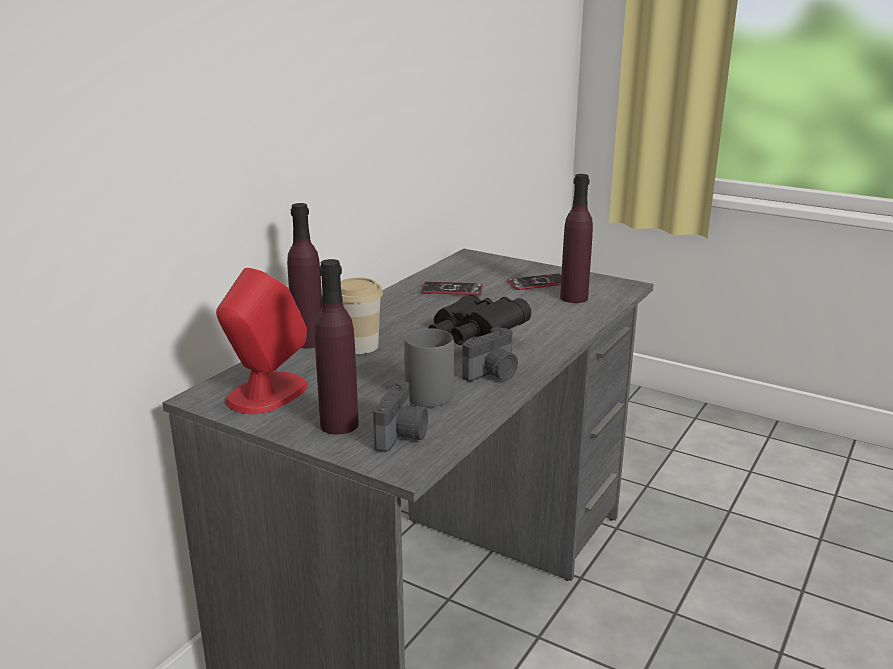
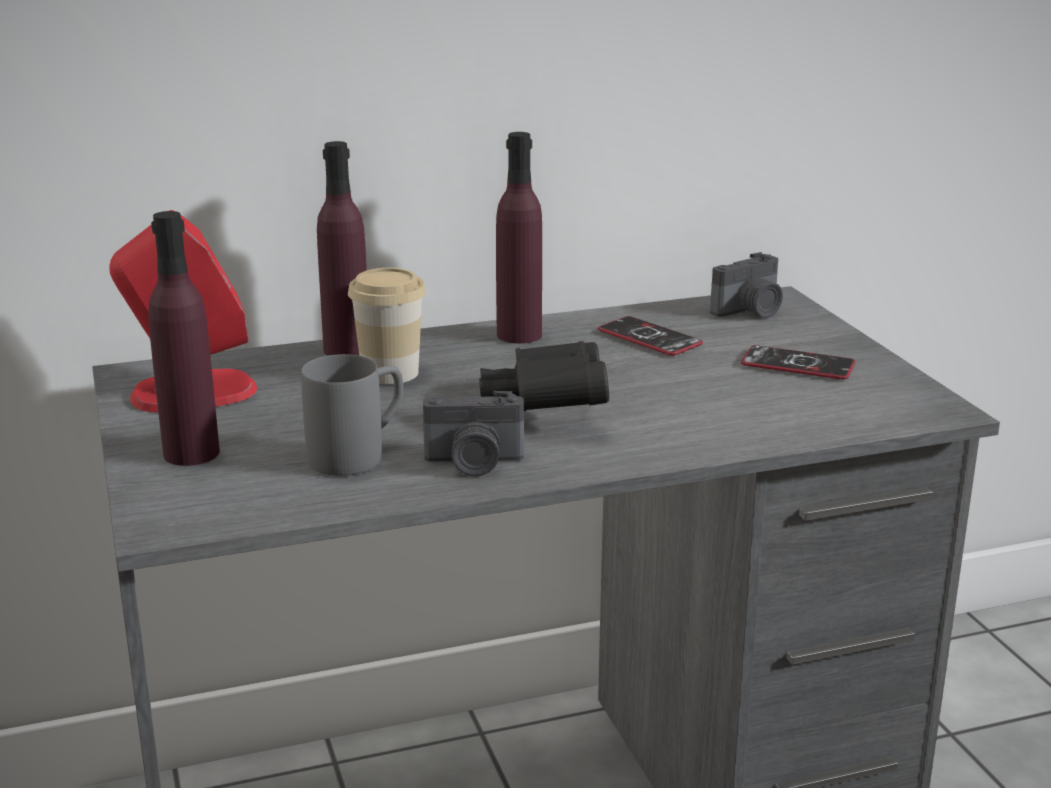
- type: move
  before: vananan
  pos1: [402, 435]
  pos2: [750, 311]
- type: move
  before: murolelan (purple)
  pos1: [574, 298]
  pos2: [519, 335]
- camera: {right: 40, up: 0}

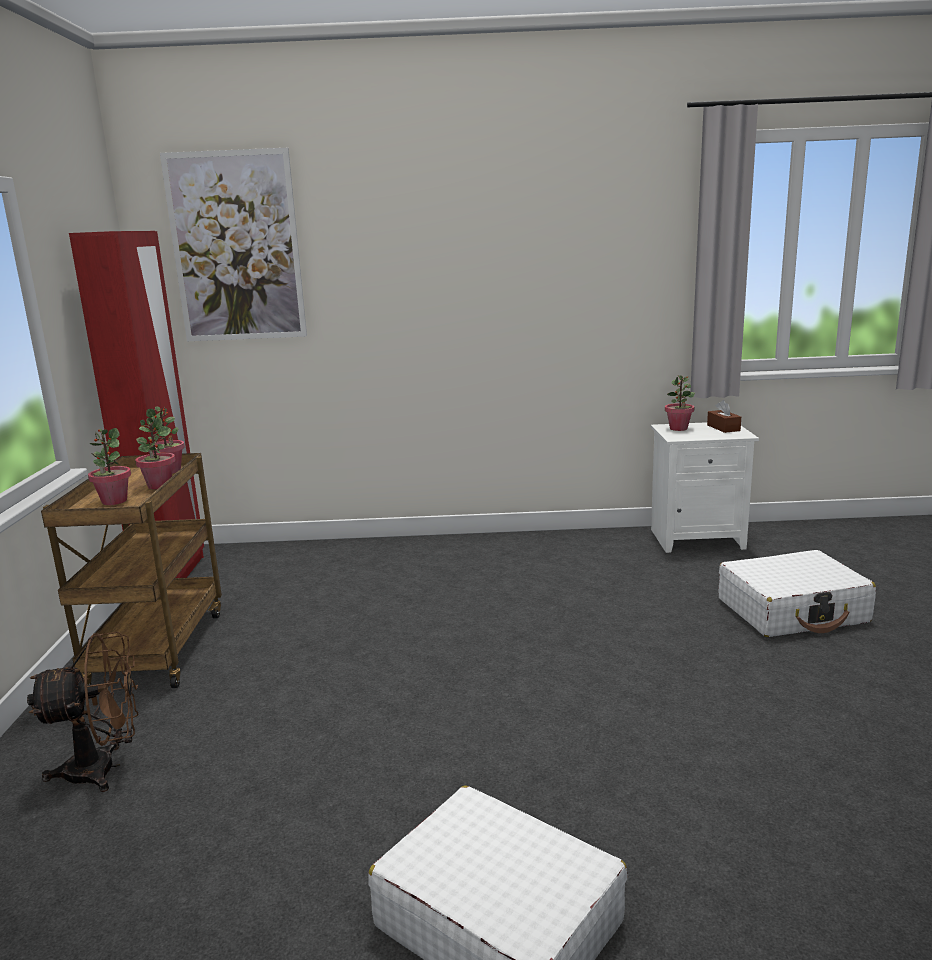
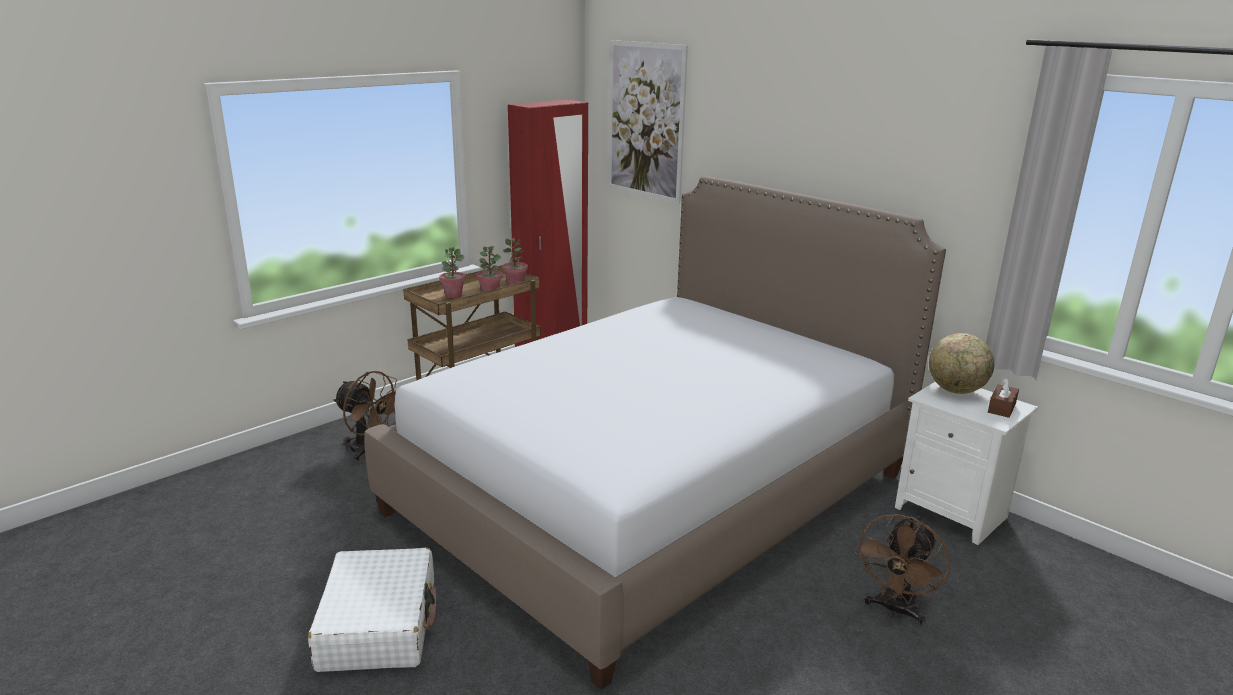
- type: replace
  before: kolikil
  after: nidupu
  pos1: [678, 428]
  pos2: [956, 390]
- type: replace
  before: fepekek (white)
  after: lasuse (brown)
  pos1: [792, 611]
  pos2: [895, 610]
- type: insert
  after: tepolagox
  pos2: [653, 493]
- camera: {right: 45, up: 5}

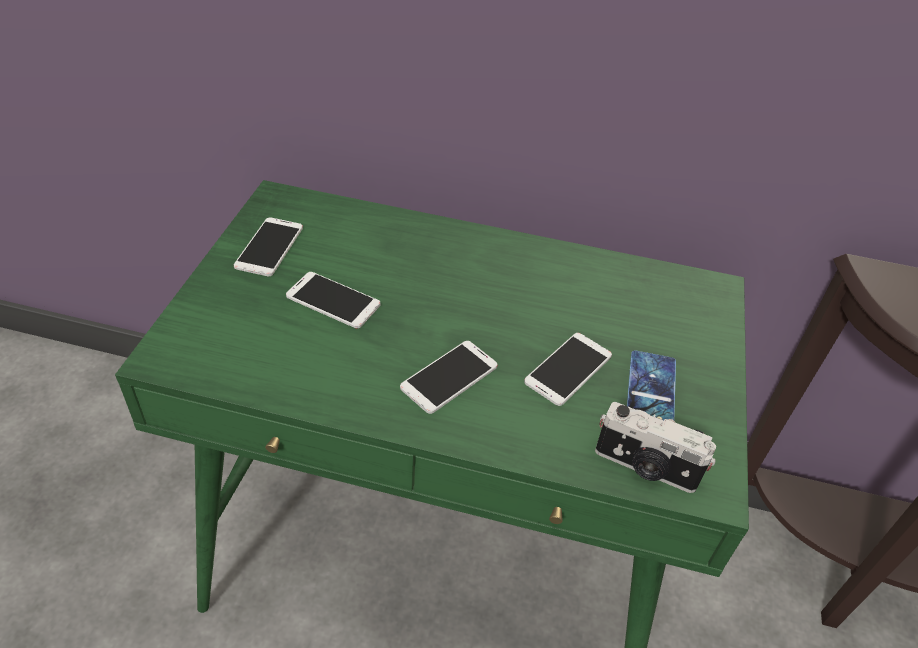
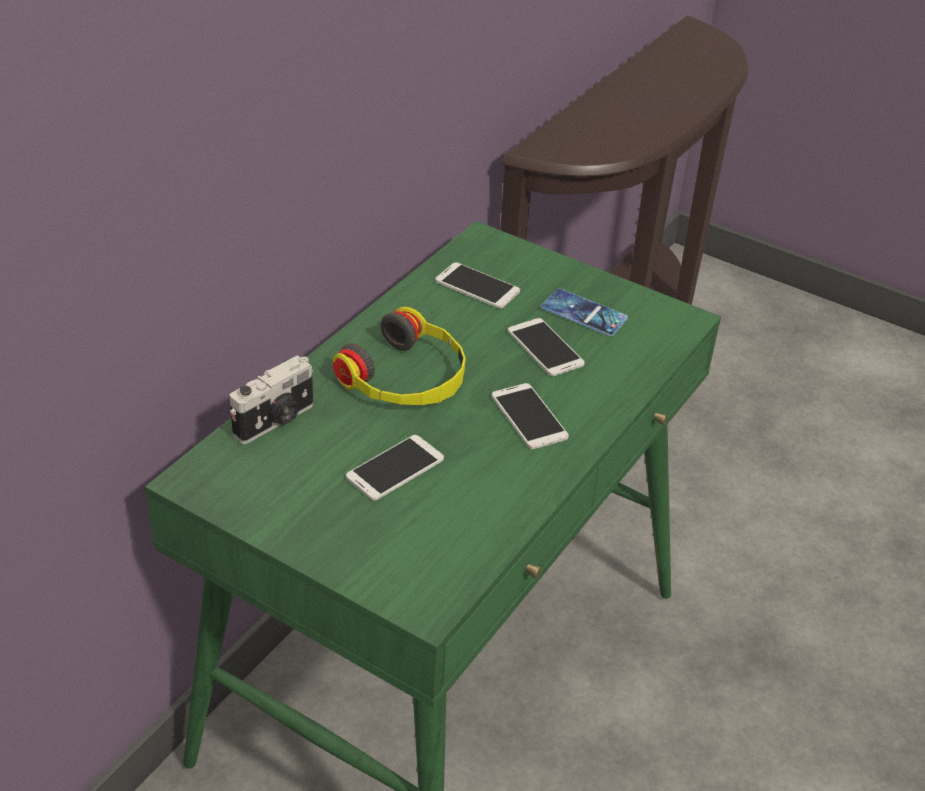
- type: move
  before: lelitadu
  pos1: [269, 247]
  pos2: [477, 286]
- type: move
  before: vananan
  pos1: [645, 468]
  pos2: [276, 421]
- type: insert
  after: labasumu
  pos2: [406, 378]
- camera: {right: -70, up: -5}

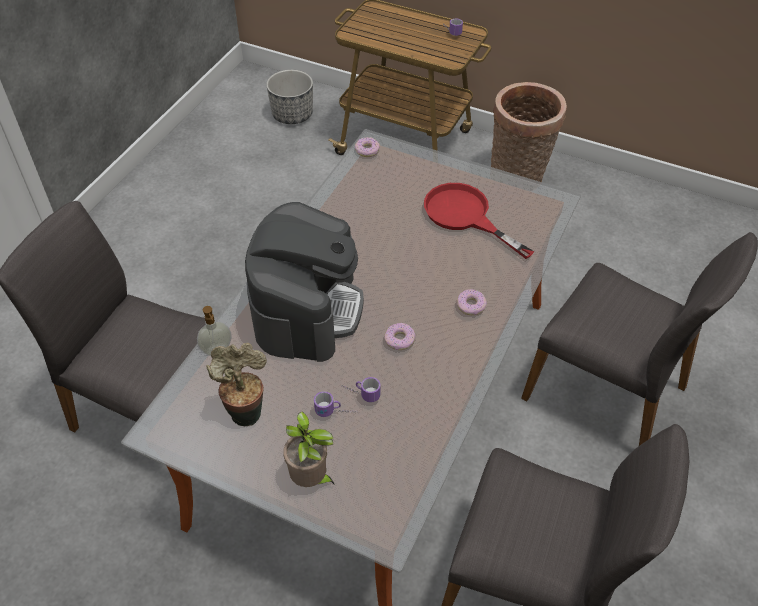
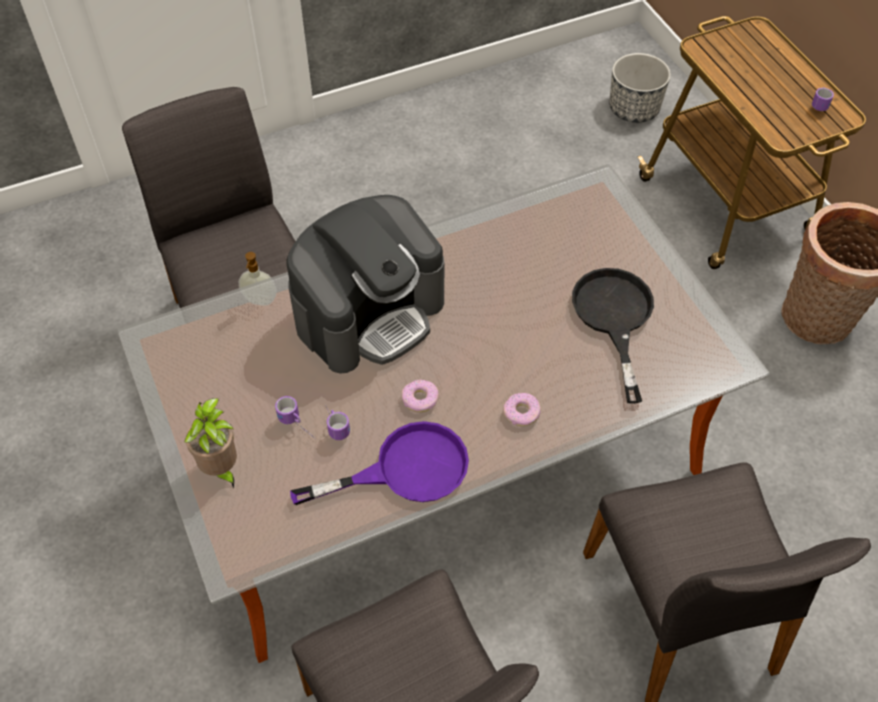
- type: delete
  before: kolikil
  pos1: [245, 410]
- type: delete
  before: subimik
  pos1: [367, 150]
- type: recolor
  before: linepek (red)
  after: linepek (black)
  pos1: [465, 216]
  pos2: [614, 318]
- type: insert
  after: linepek (purple)
  pos2: [405, 470]
- camera: {right: 40, up: 5}

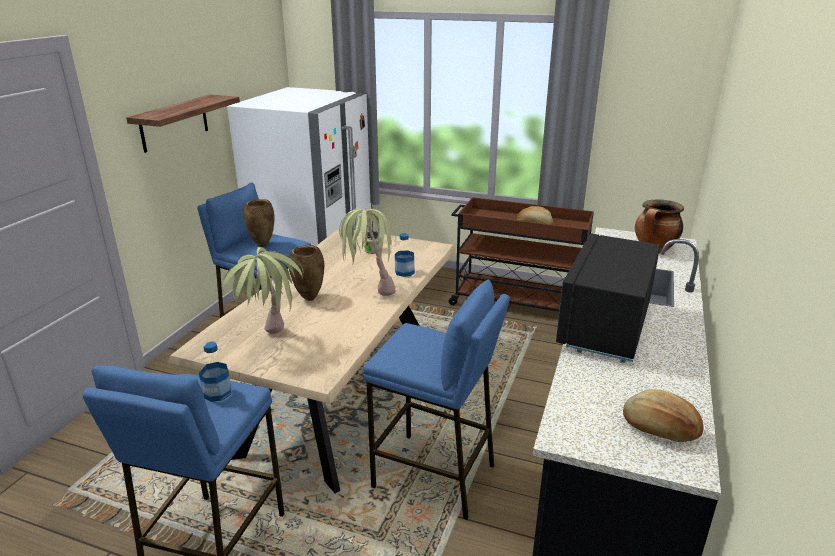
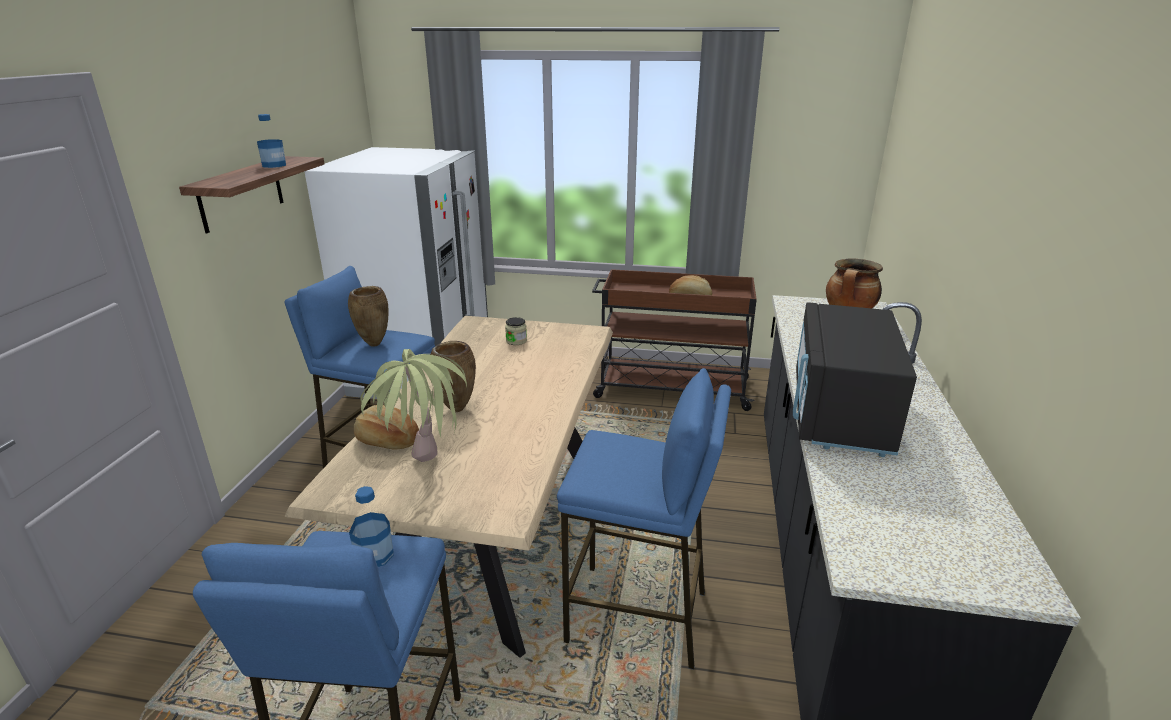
- type: delete
  before: kolikil
  pos1: [368, 290]
- type: move
  before: murolelan
  pos1: [404, 272]
  pos2: [274, 165]
- type: move
  before: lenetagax
  pos1: [659, 429]
  pos2: [387, 441]
- camera: {right: -10, up: 0}

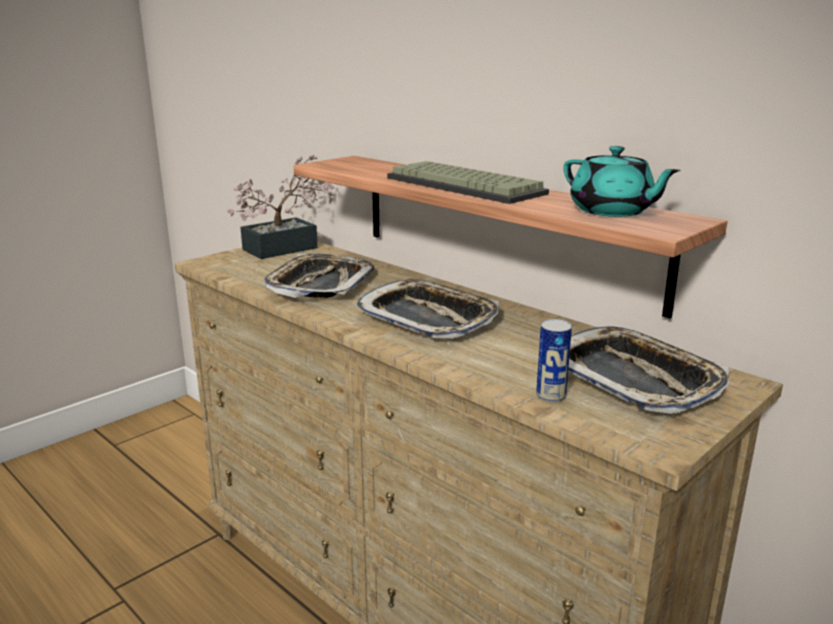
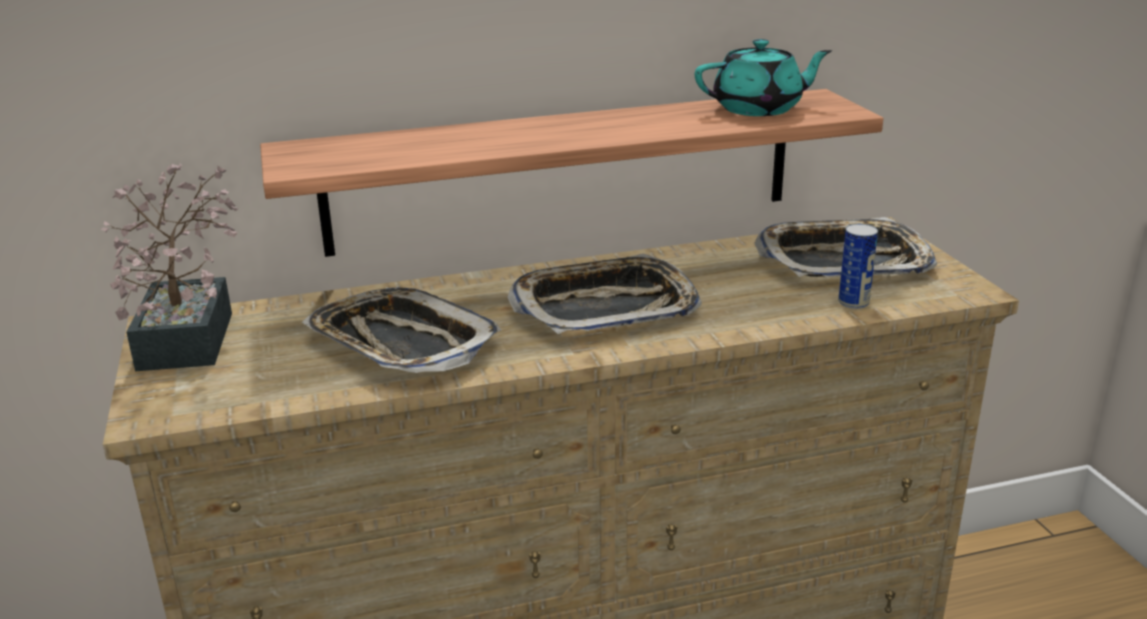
- type: delete
  before: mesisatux
  pos1: [467, 185]
- camera: {right: -60, up: 5}

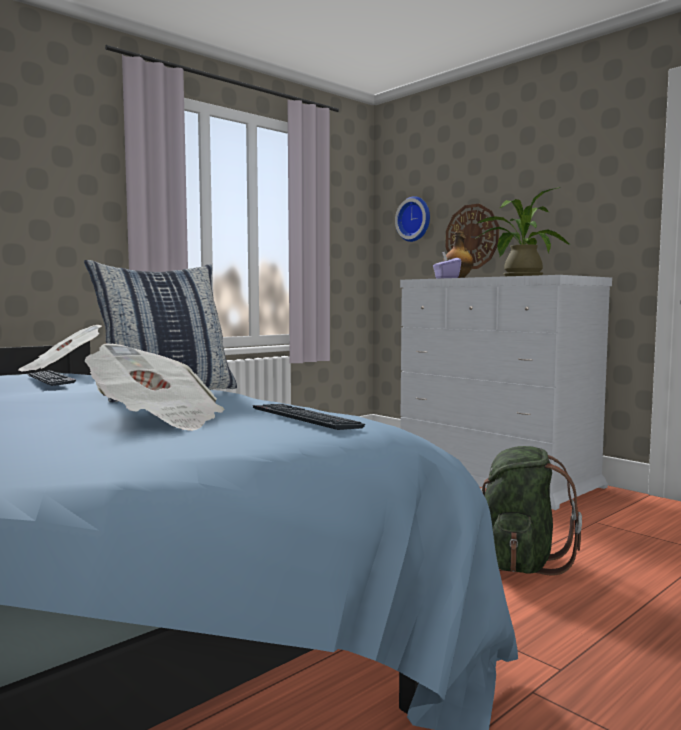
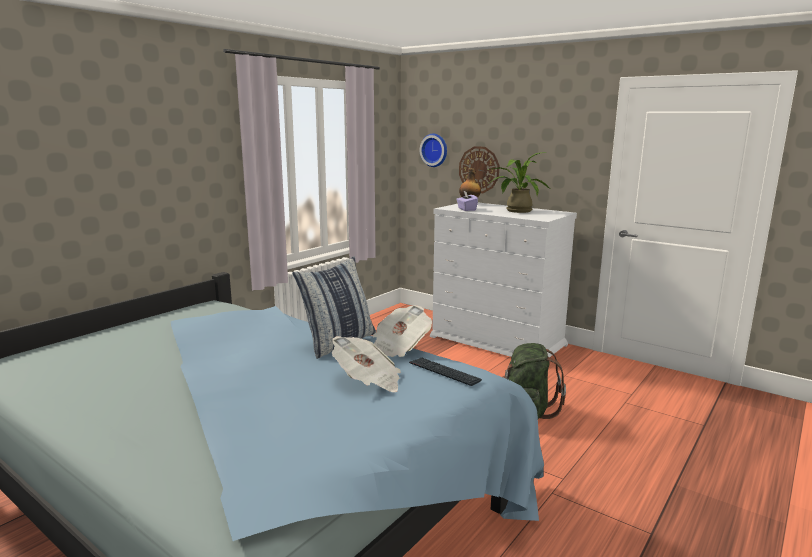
- type: move
  before: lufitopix
  pos1: [61, 369]
  pos2: [398, 348]
- type: delete
  before: mesisatux
  pos1: [50, 380]
- camera: {right: -10, up: 10}

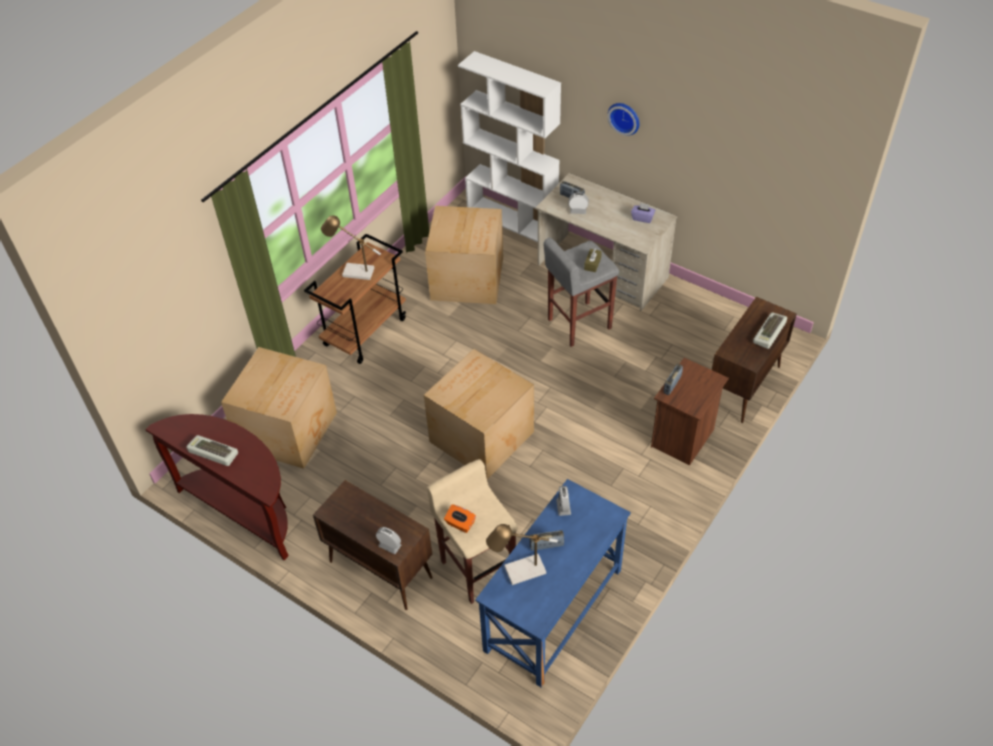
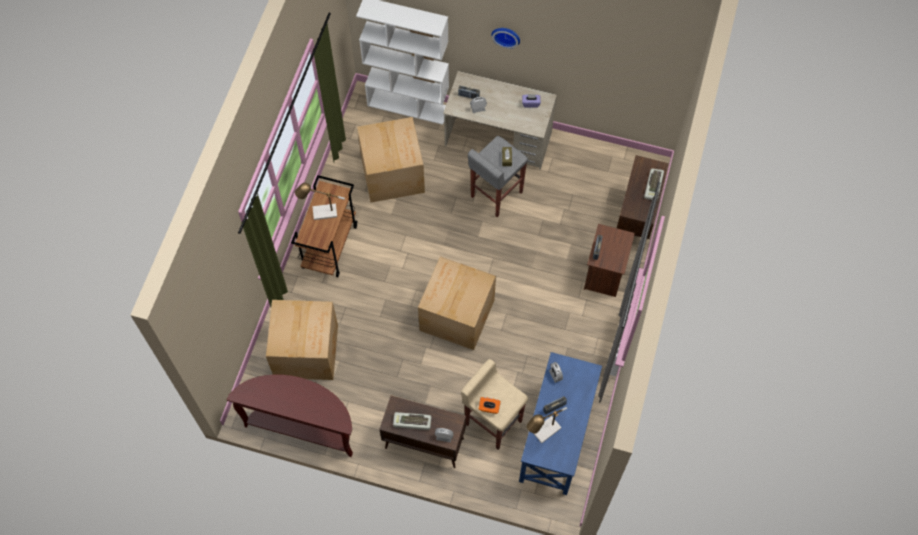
- type: move
  before: mesisatux
  pos1: [212, 453]
  pos2: [411, 422]
- camera: {right: -20, up: 15}

